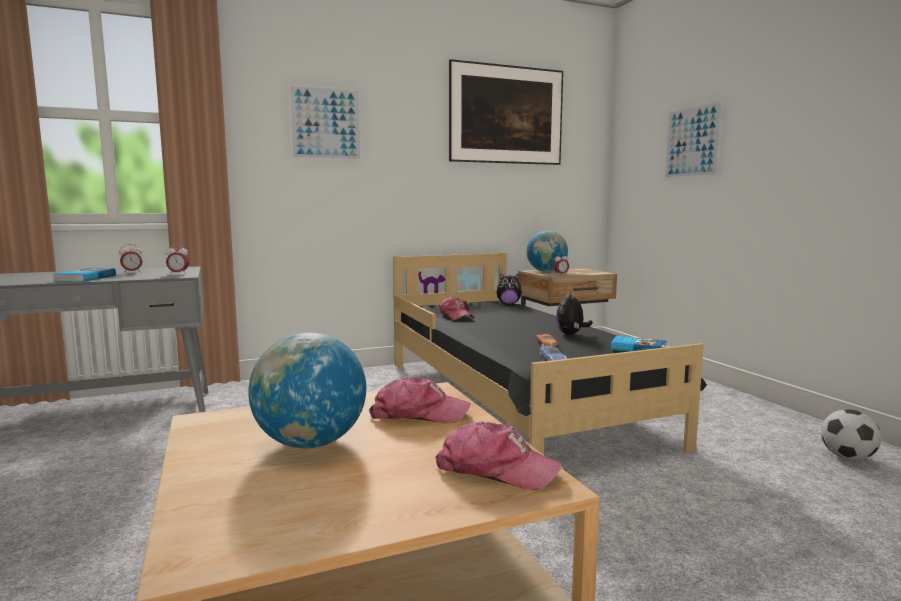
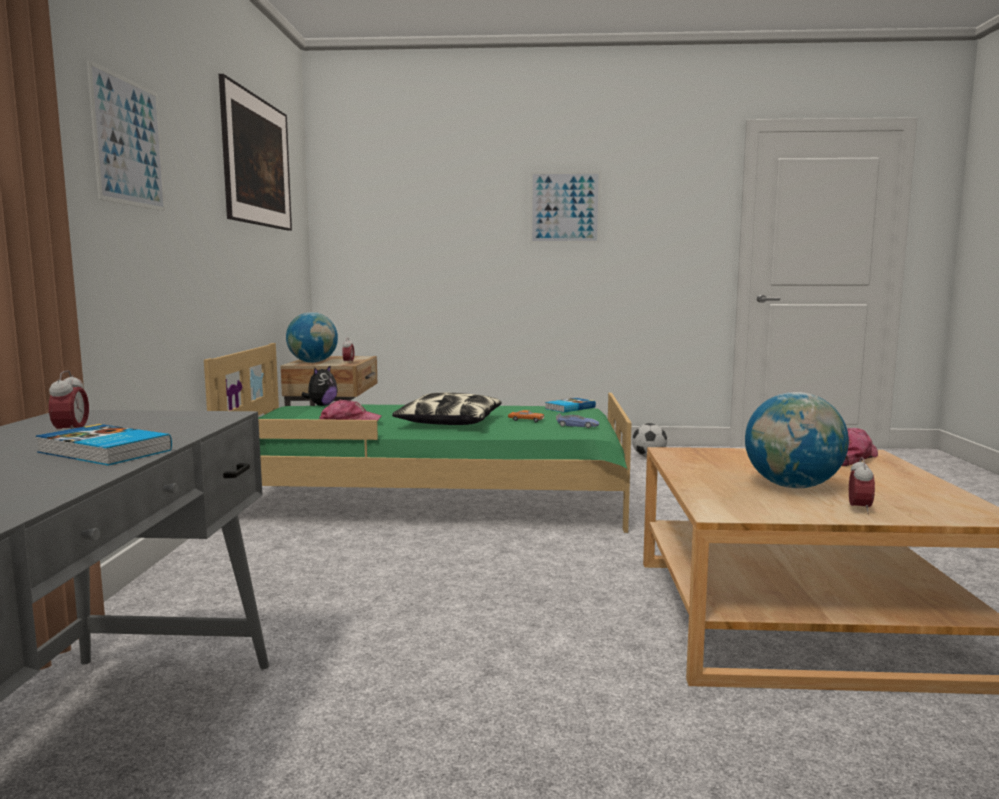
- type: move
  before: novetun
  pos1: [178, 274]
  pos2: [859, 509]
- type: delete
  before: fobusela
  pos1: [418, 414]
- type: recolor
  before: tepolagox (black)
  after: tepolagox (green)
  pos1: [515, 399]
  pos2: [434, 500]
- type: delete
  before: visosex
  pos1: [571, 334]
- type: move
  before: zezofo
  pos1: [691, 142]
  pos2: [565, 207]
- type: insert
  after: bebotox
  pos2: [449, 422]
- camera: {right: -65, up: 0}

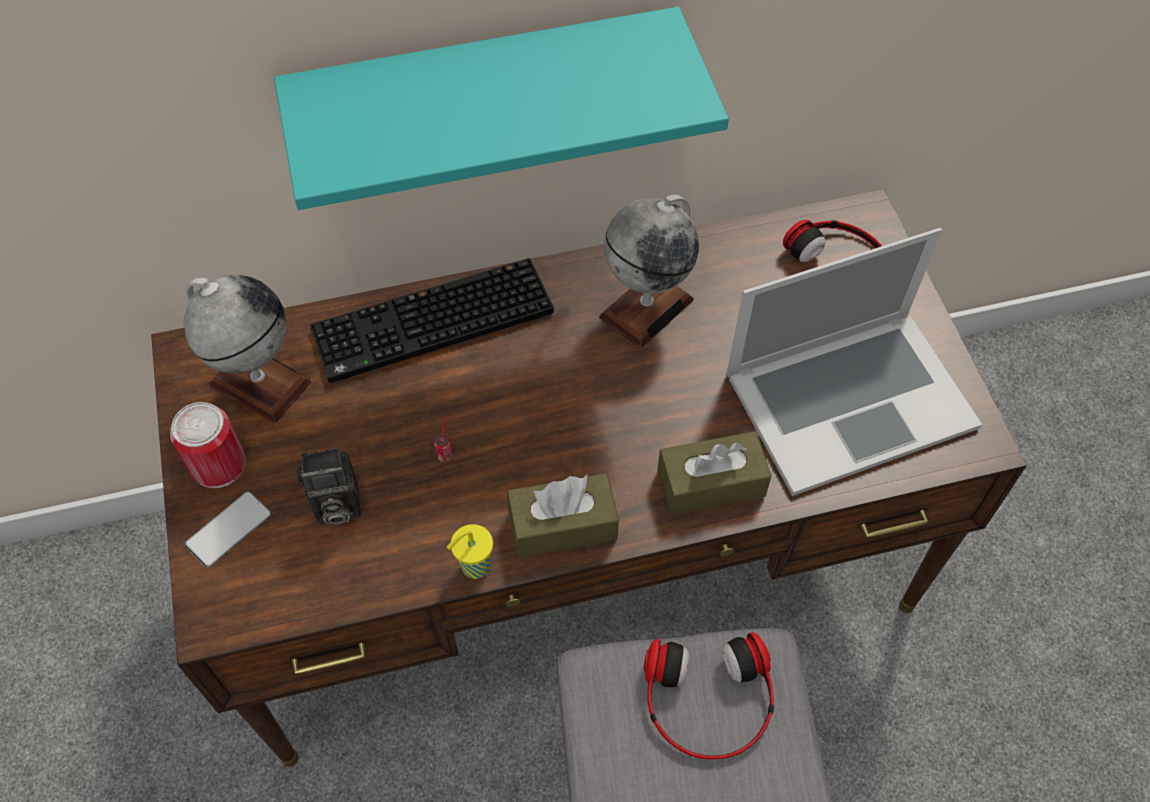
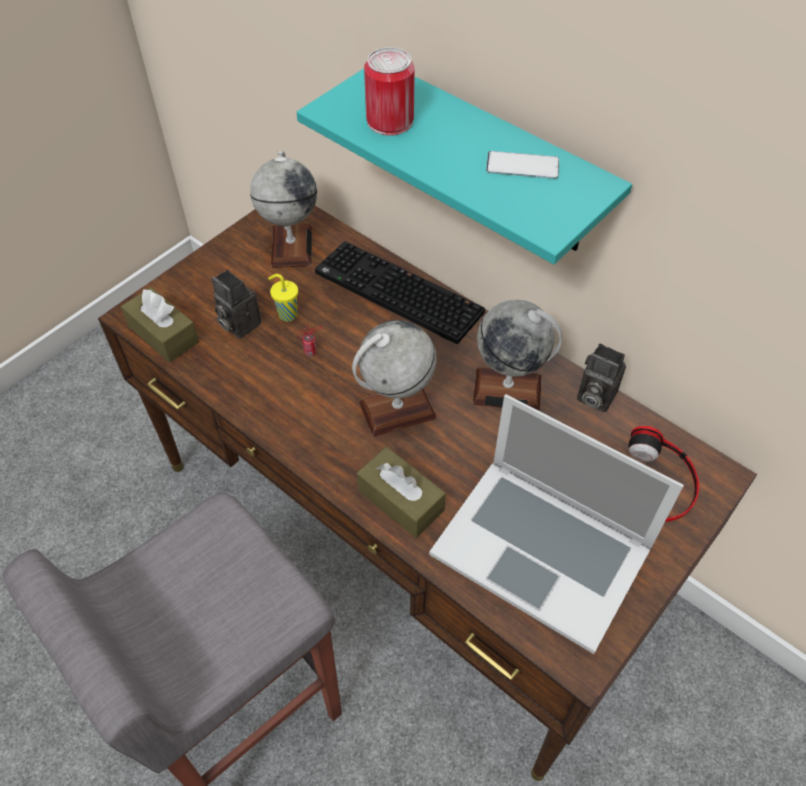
- type: move
  before: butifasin
  pos1: [218, 464]
  pos2: [390, 121]
- type: move
  before: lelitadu
  pos1: [228, 529]
  pos2: [522, 165]
- type: move
  before: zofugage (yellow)
  pos1: [473, 567]
  pos2: [286, 314]
- type: move
  before: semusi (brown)
  pos1: [563, 525]
  pos2: [163, 334]
- type: delete
  before: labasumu
  pos1: [708, 701]
- type: insert
  after: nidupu
  pos2: [397, 410]
- type: insert
  after: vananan
  pos2: [593, 397]
- camera: {right: 55, up: -5}

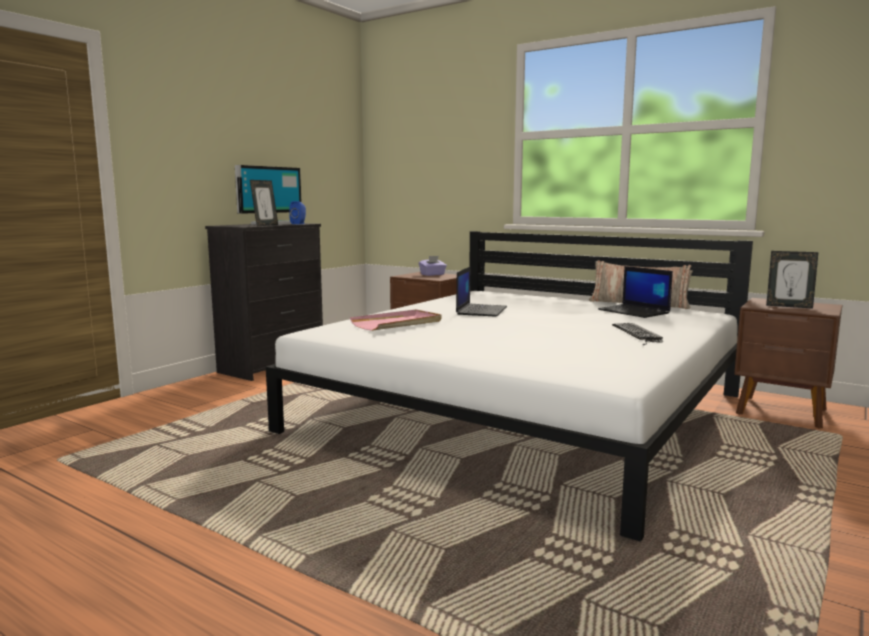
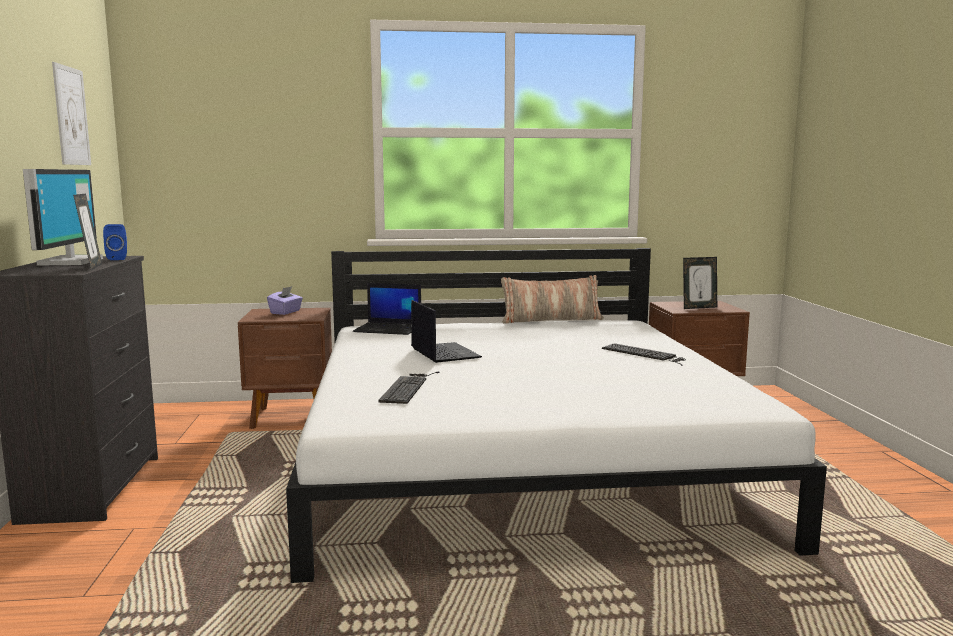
- type: replace
  before: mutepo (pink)
  after: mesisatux
  pos1: [397, 323]
  pos2: [408, 387]
- type: move
  before: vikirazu
  pos1: [634, 311]
  pos2: [389, 329]
- type: insert
  after: zezofo
  pos2: [71, 116]
- camera: {right: -40, up: 0}

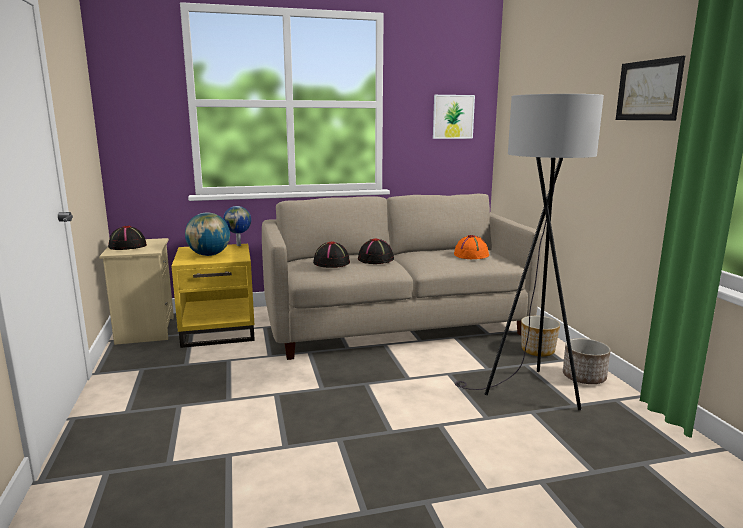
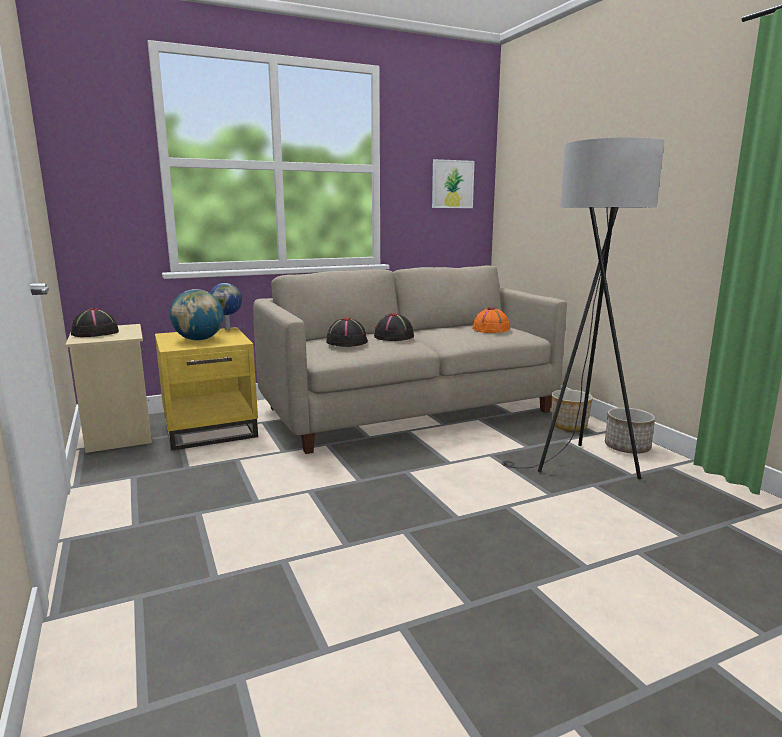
- type: delete
  before: zezofo
  pos1: [648, 90]
- camera: {right: -10, up: 0}

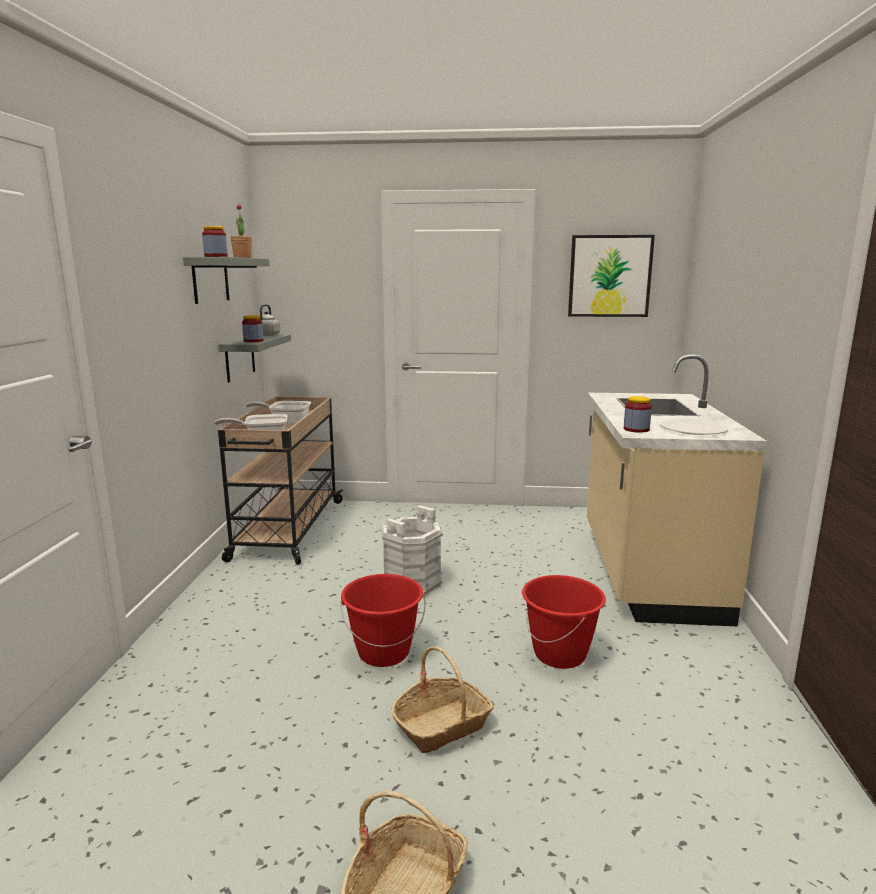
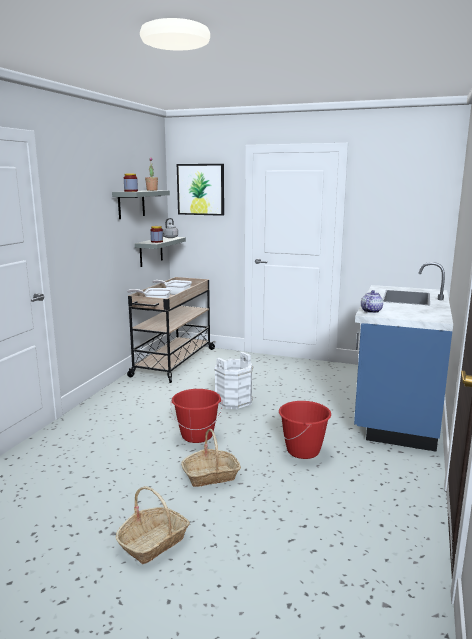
- type: move
  before: zezofo
  pos1: [609, 276]
  pos2: [201, 189]
- type: recolor
  before: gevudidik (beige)
  after: gevudidik (blue)
  pos1: [647, 572]
  pos2: [395, 412]
- type: replace
  before: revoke
  after: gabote
  pos1: [636, 429]
  pos2: [371, 311]
- type: delete
  before: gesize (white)
  pos1: [693, 429]
- camera: {right: 15, up: 0}

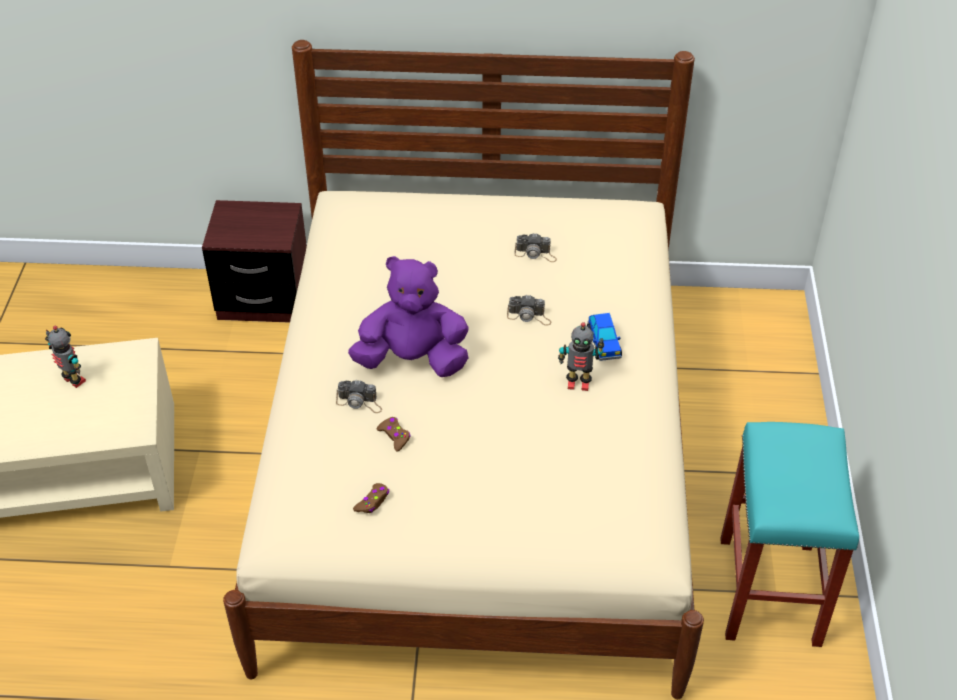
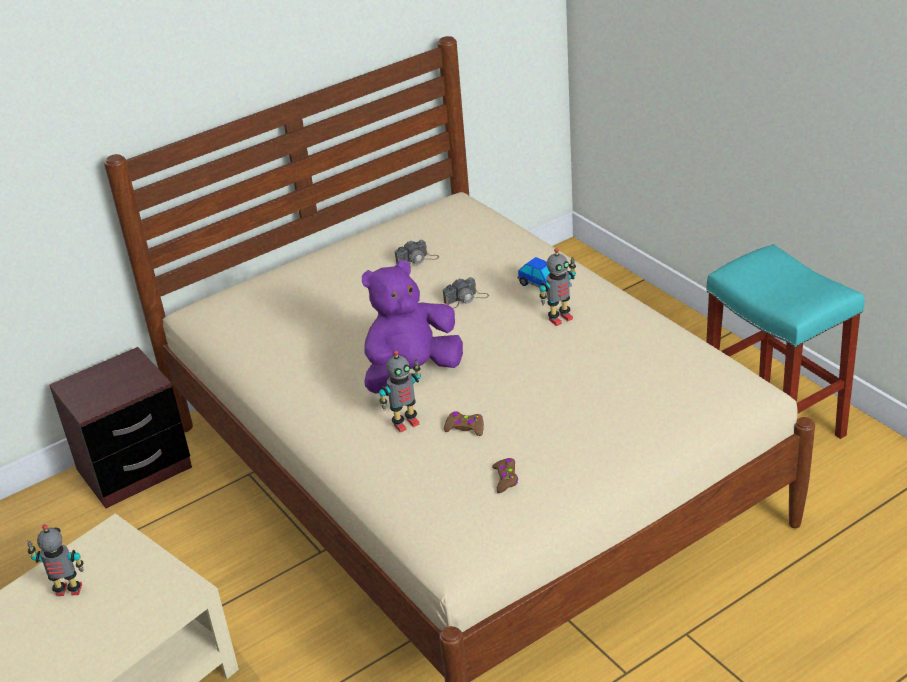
- type: replace
  before: vananan
  after: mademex
  pos1: [359, 402]
  pos2: [405, 423]
- camera: {right: -35, up: -10}

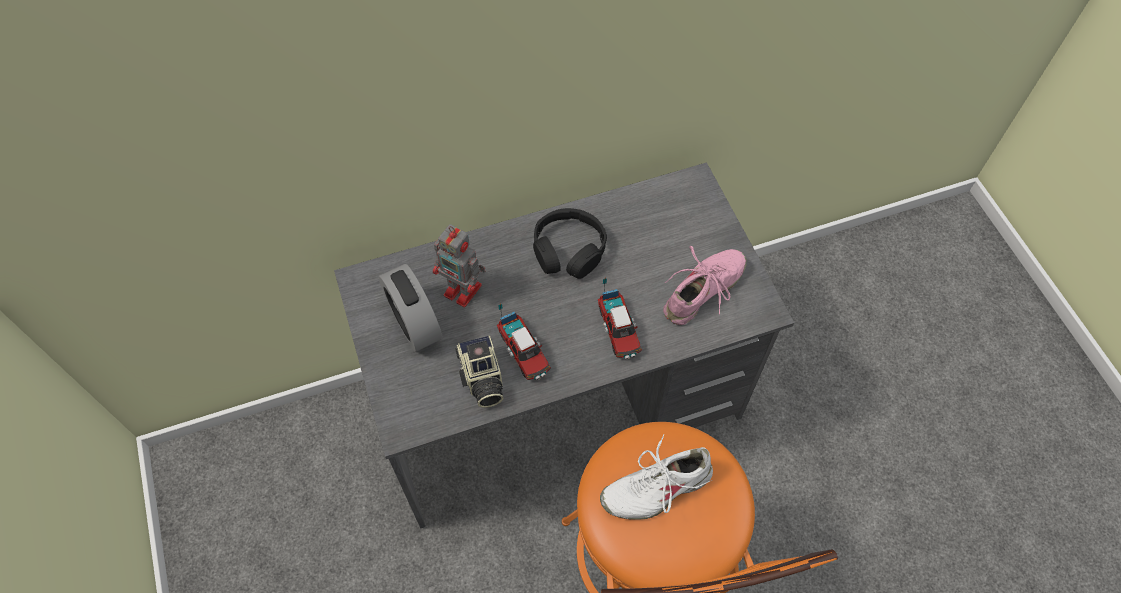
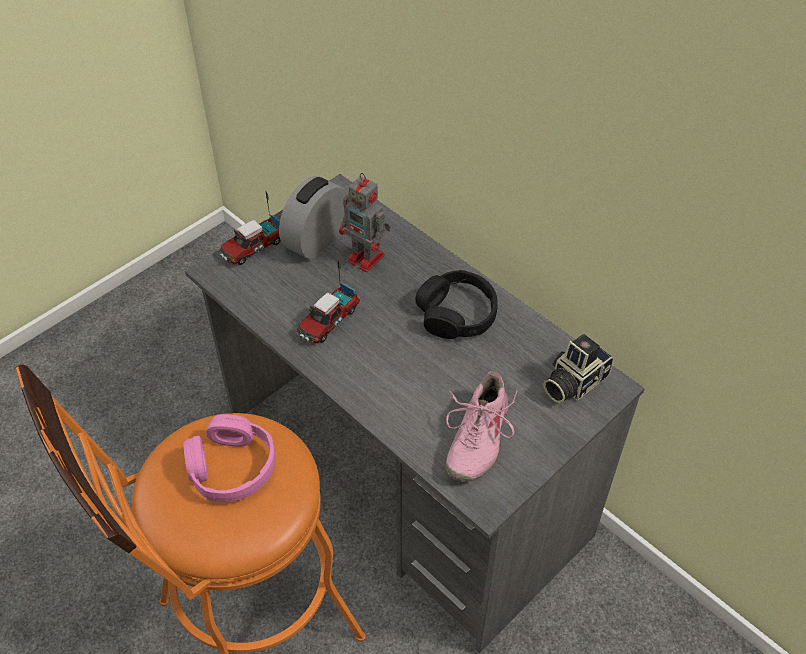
- type: rotate
  before: mademex
  pos1: [464, 291]
  pos2: [367, 258]
  turn: -60
- type: move
  before: vananan
  pos1: [481, 379]
  pos2: [572, 382]
- type: move
  before: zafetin
  pos1: [618, 330]
  pos2: [253, 248]
- type: replace
  before: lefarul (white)
  after: labasumu (pink)
  pos1: [656, 487]
  pos2: [231, 467]
- type: rotate
  before: lefarul (pink)
  pos1: [704, 292]
  pos2: [476, 438]
  turn: 90
- camera: {right: 65, up: -10}

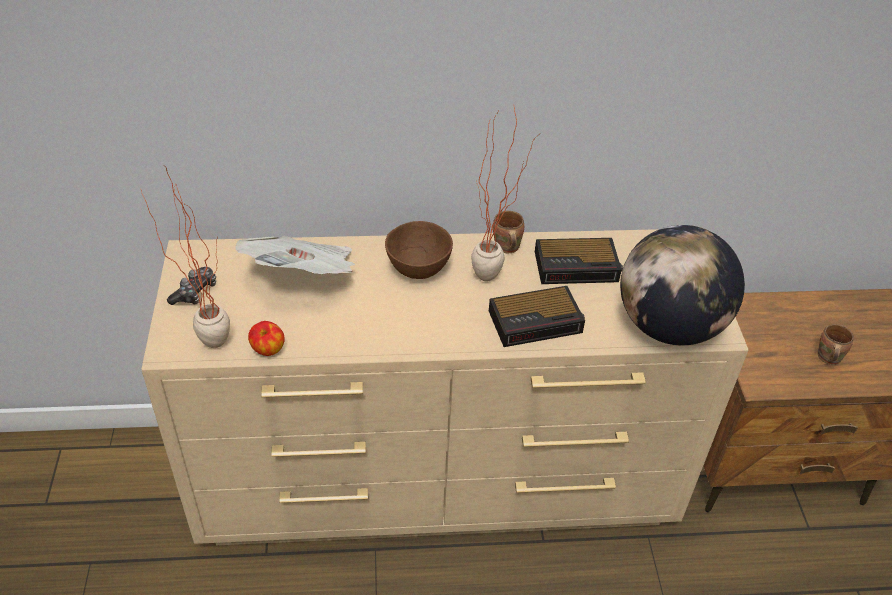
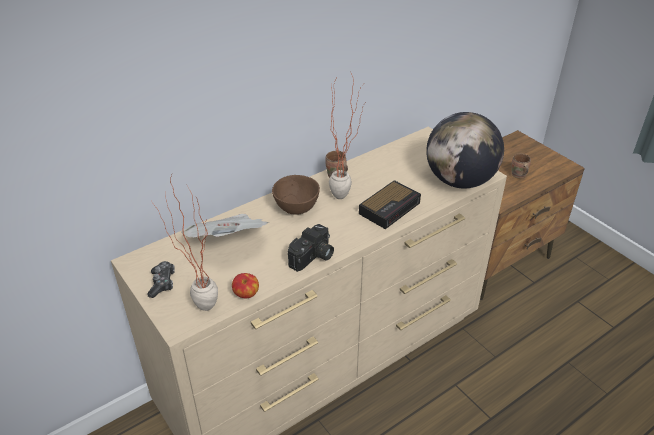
- type: delete
  before: novetun
  pos1: [578, 266]
- type: insert
  after: vananan
  pos2: [313, 258]
- camera: {right: -30, up: -5}

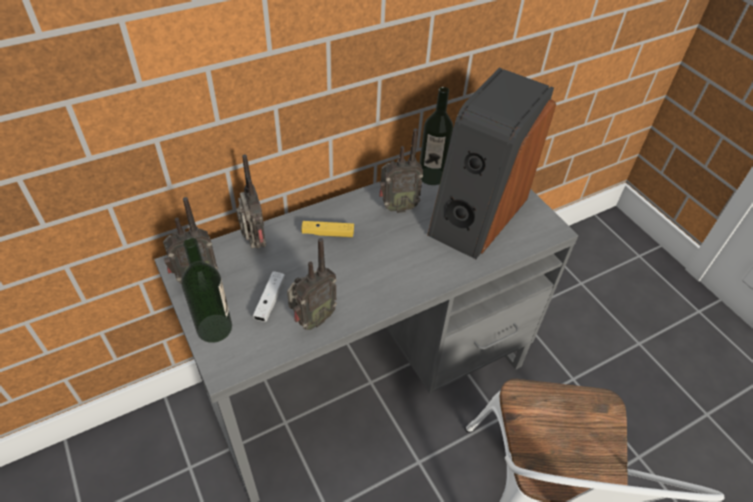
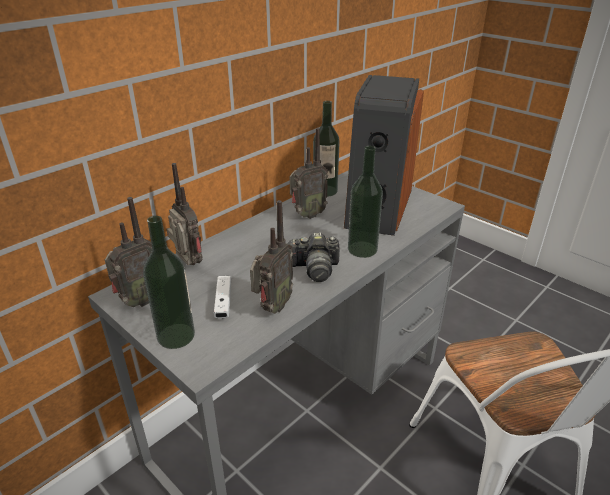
- type: delete
  before: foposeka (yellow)
  pos1: [328, 233]
- type: insert
  after: vananan
  pos2: [314, 269]
- type: insert
  after: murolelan
  pos2: [362, 249]
- camera: {right: -15, up: -15}

